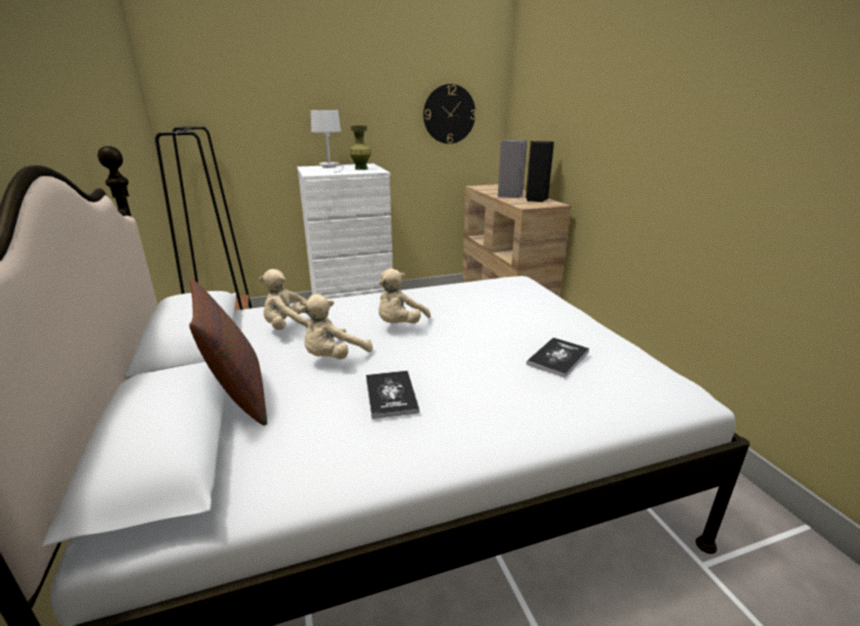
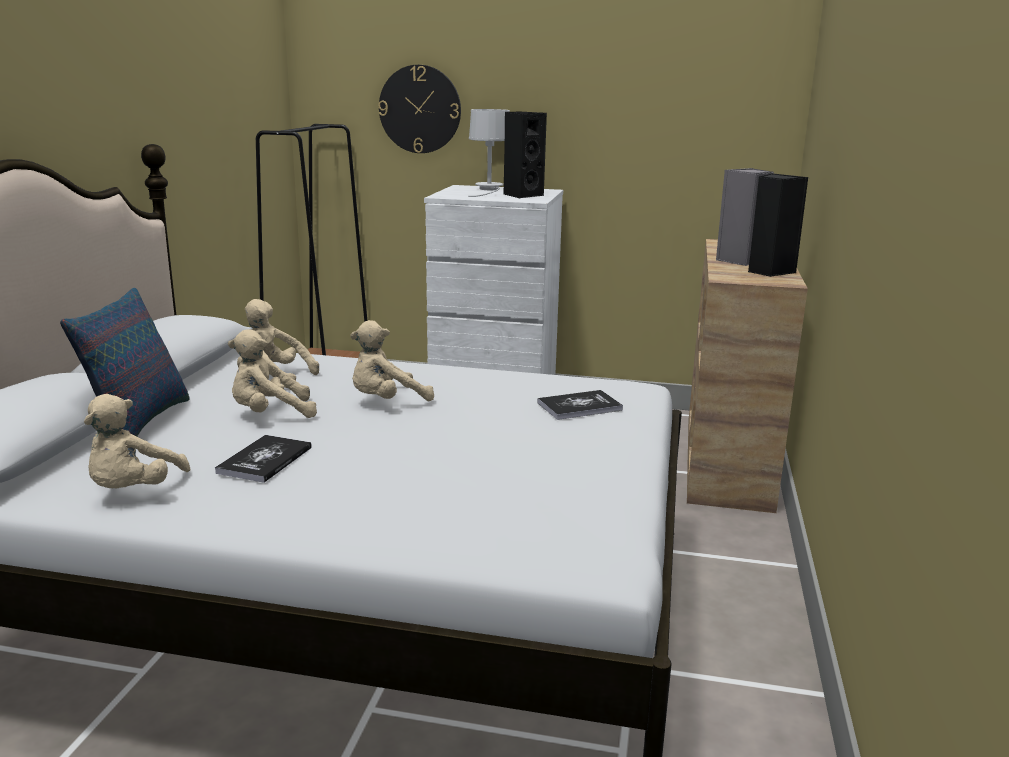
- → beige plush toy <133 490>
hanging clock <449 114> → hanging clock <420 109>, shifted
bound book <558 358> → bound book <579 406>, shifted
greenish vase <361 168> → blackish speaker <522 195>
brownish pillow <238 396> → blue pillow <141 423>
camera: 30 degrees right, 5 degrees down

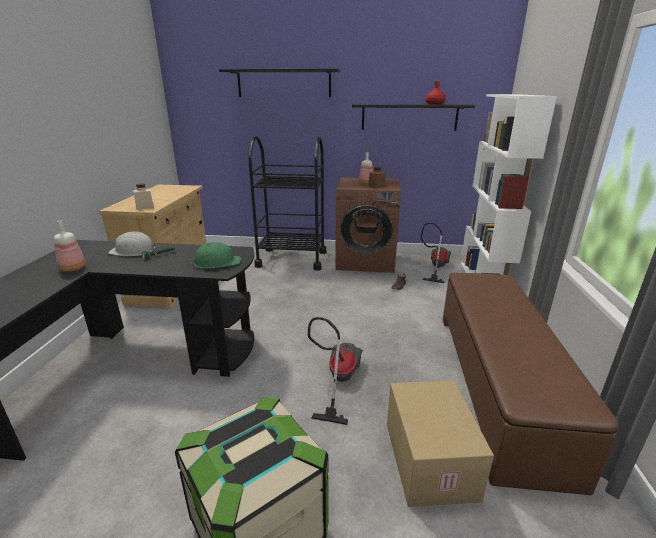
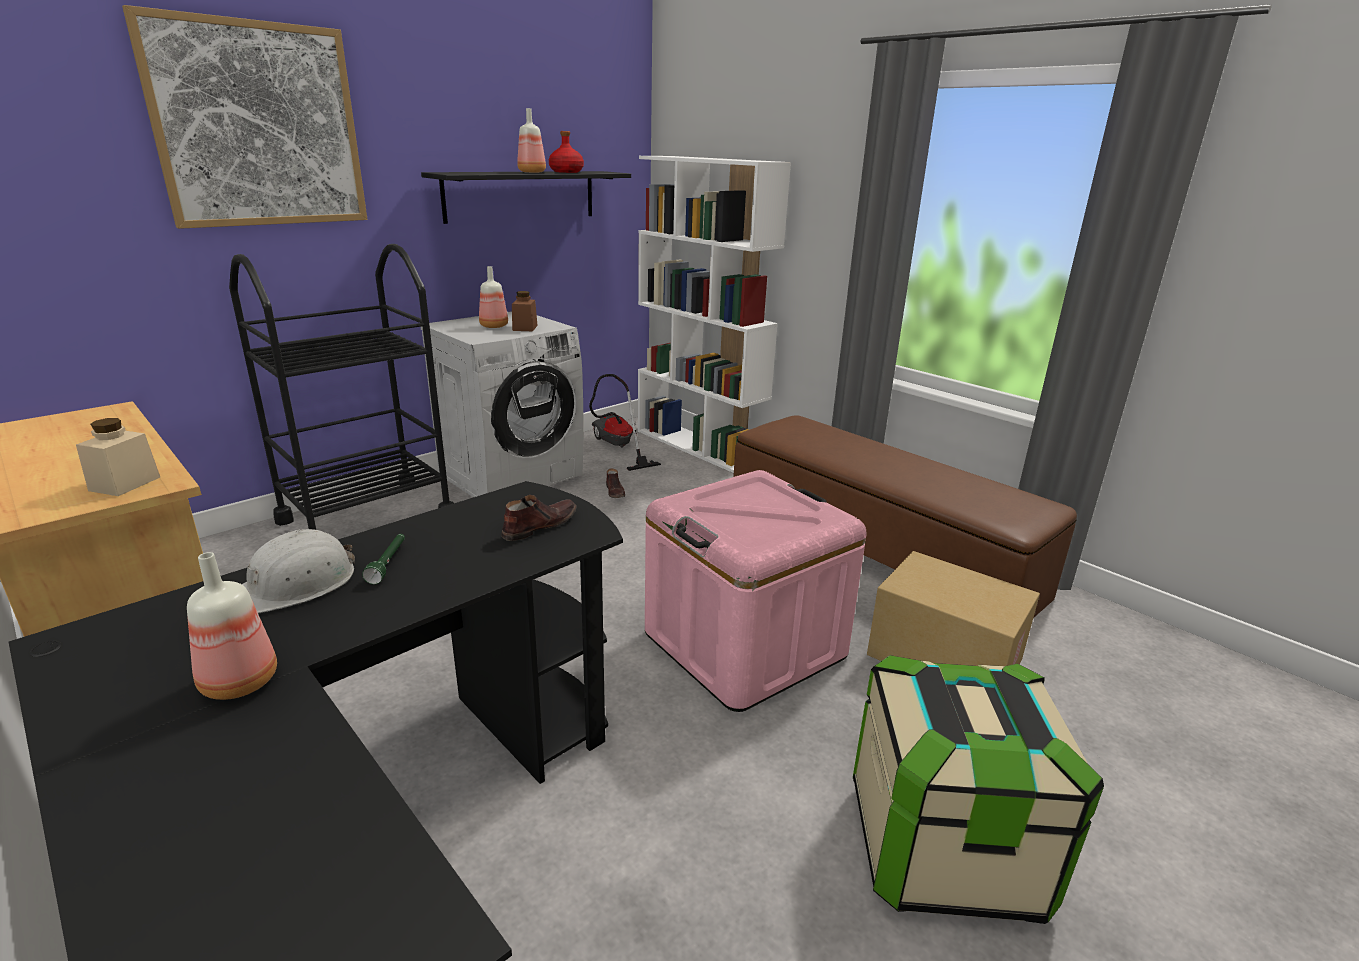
- → beverage bottle <531 172>
greenish hard hat <216 262> → brownish item of footwear <539 526>
blackish shelf <284 83> → wall art <258 126>
vacuum cleaner <337 380> → pink storage box <744 644>
brownish laundry machine <365 263> → white-coloured laundry machine <511 477>
camera: 50 degrees left, 0 degrees up

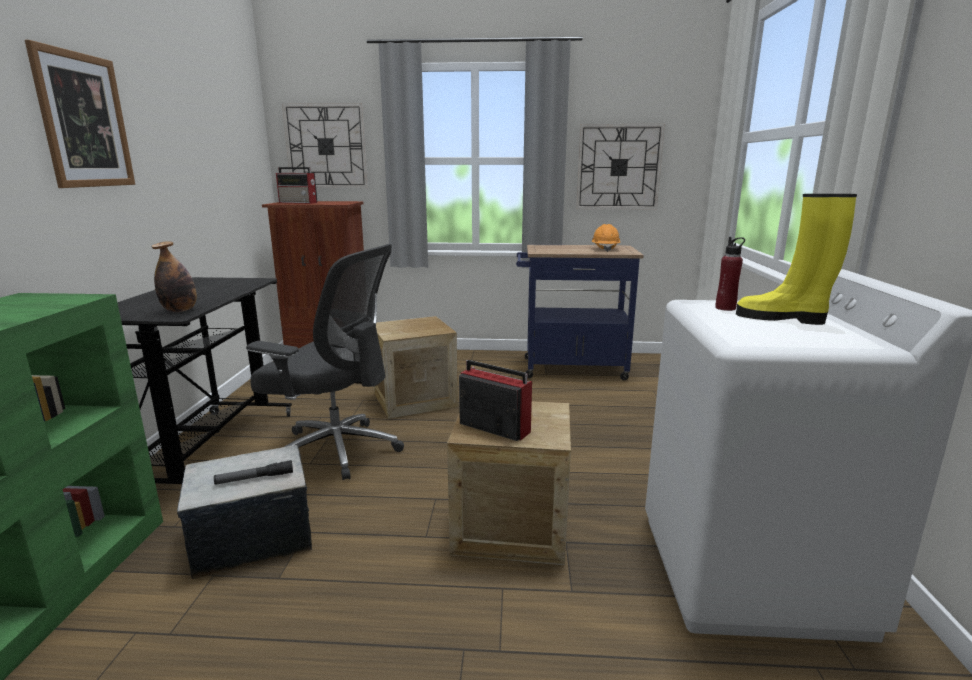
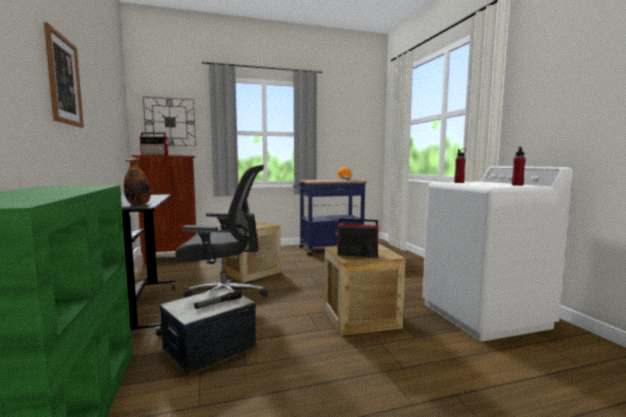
hanging clock <618 167> → -
yellow tall boot <782 318> → -
- → reddish beverage bottle <517 185>
camera: 20 degrees left, 10 degrees down

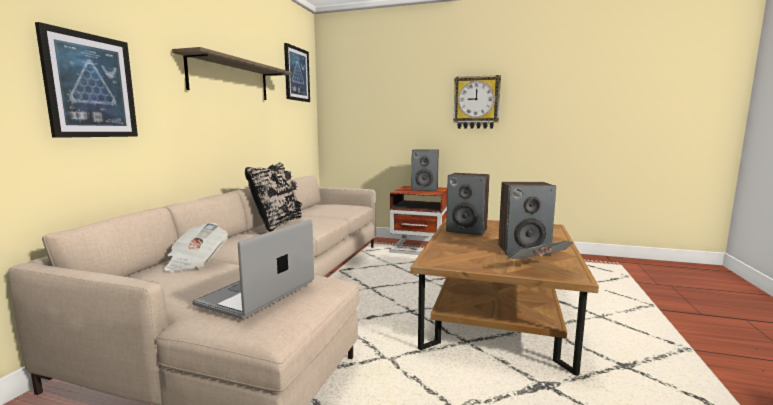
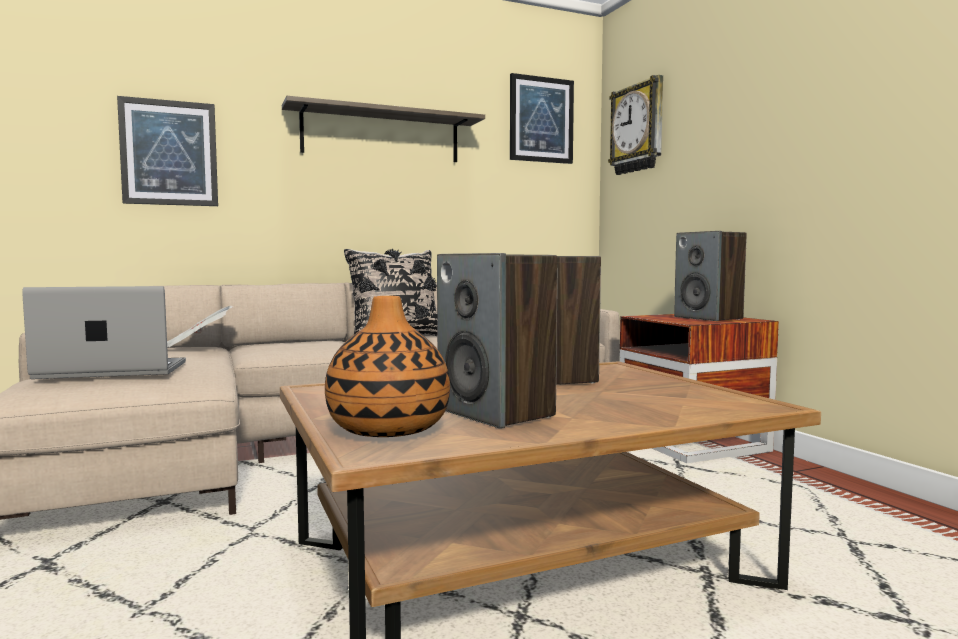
hanging clock <476 102> → hanging clock <638 128>, shifted
printed paper <537 267> → vase <389 428>
camera: 50 degrees right, 5 degrees down

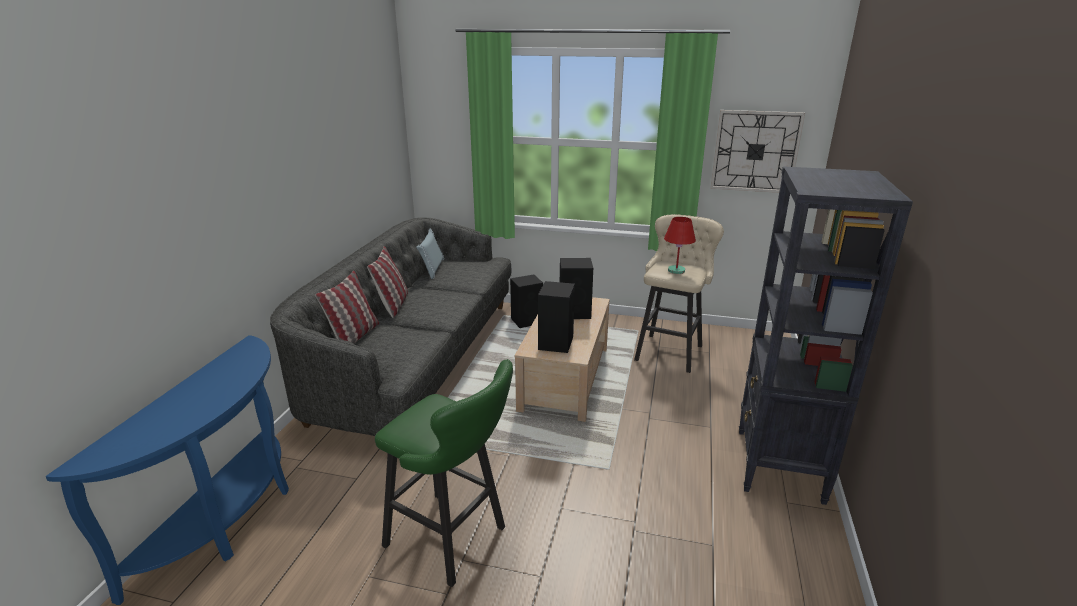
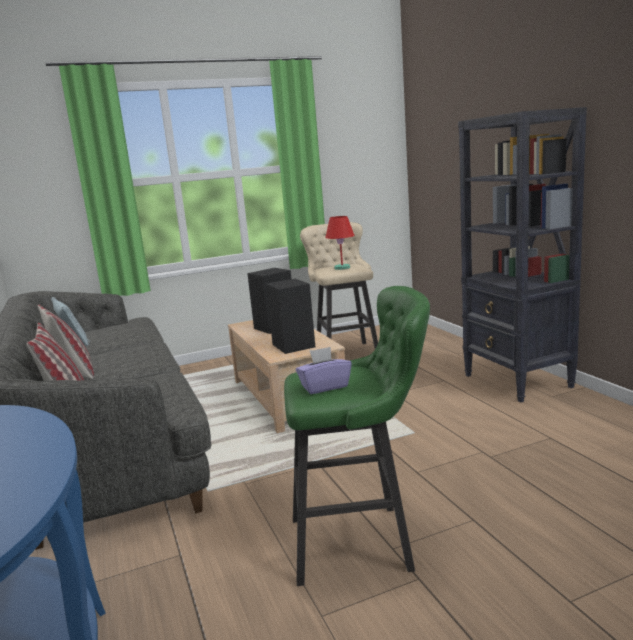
blackish speaker <527 321> → -
hanging clock <755 151> → -
- → purple tissue holder <324 386>
camera: 35 degrees left, 10 degrees down

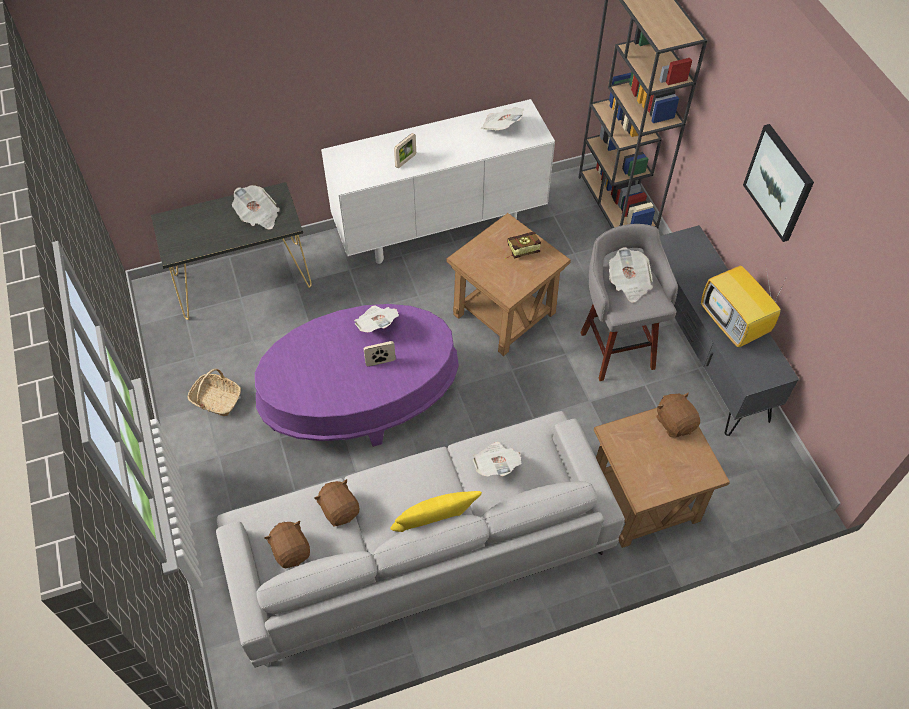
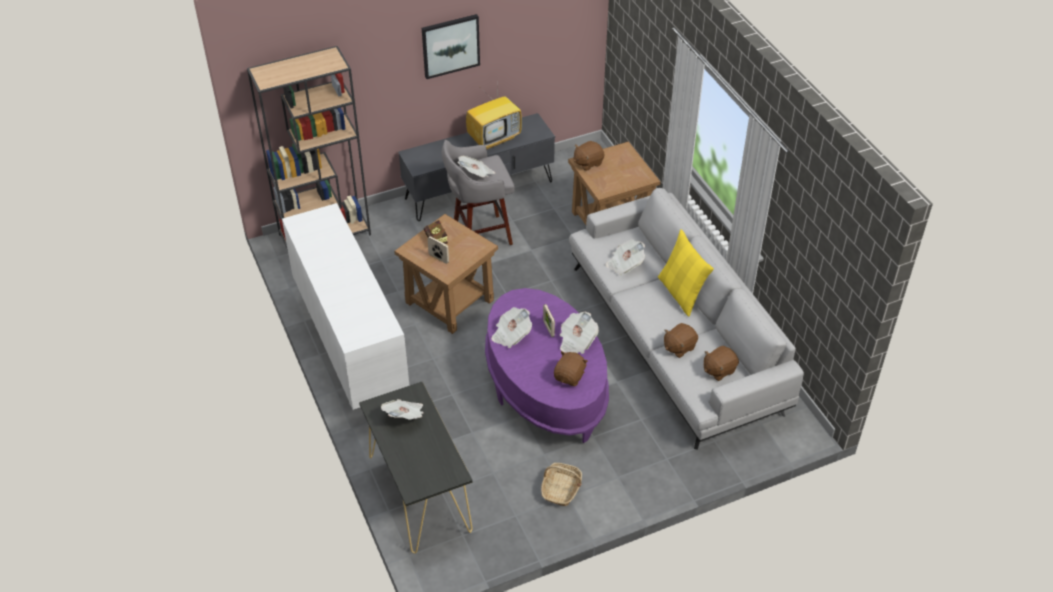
- → brownish plush toy <570 376>
photo frame <405 161> → photo frame <438 258>, shifted
printed paper <501 127> → printed paper <576 341>, shifted
camera: 95 degrees left, 10 degrees down

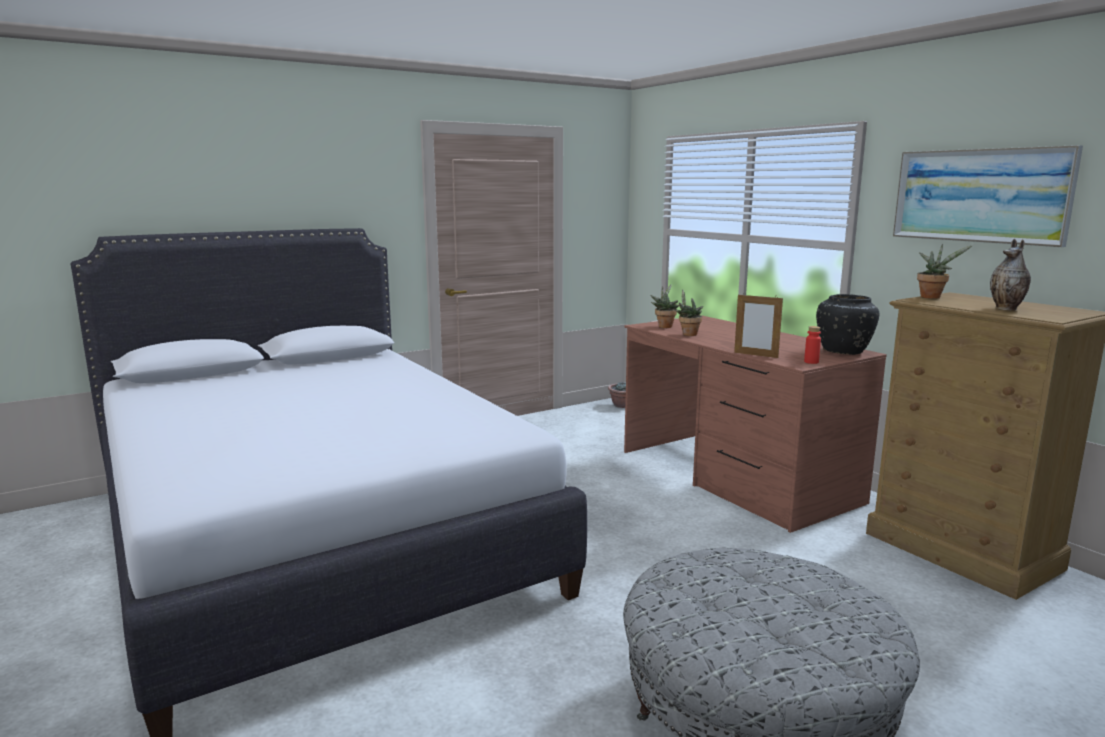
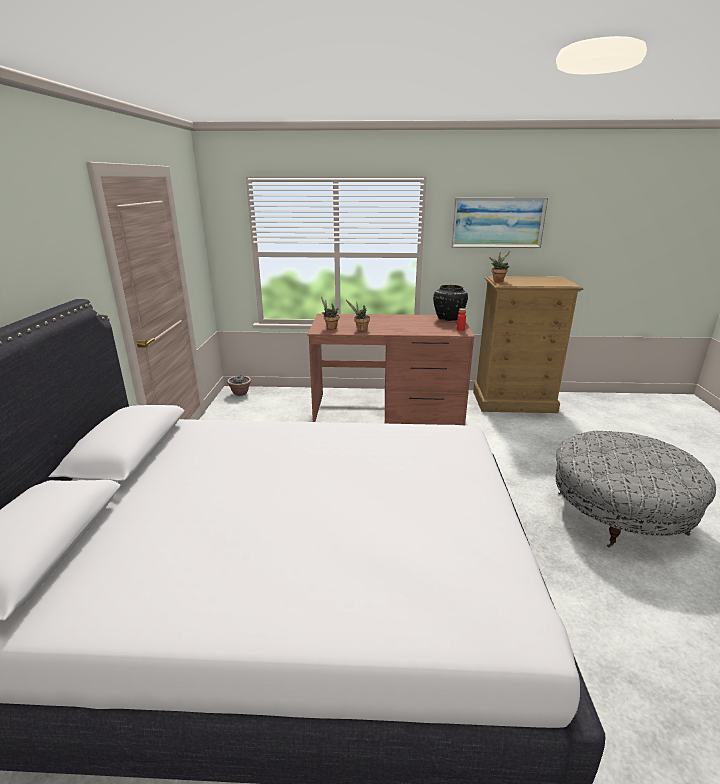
photo frame <756 355> → -
vase <1007 309> → -
camera: 55 degrees left, 10 degrees up

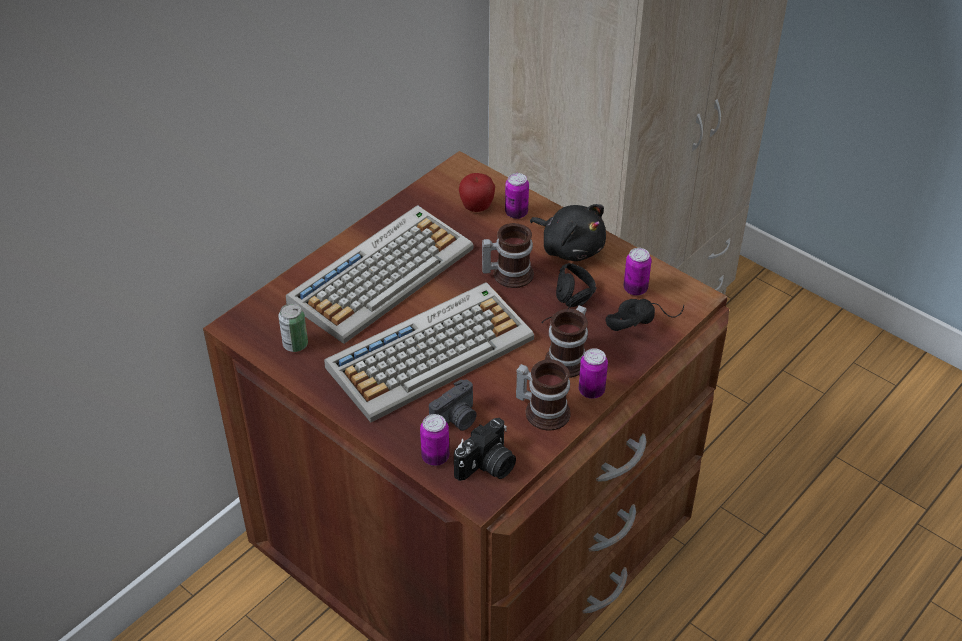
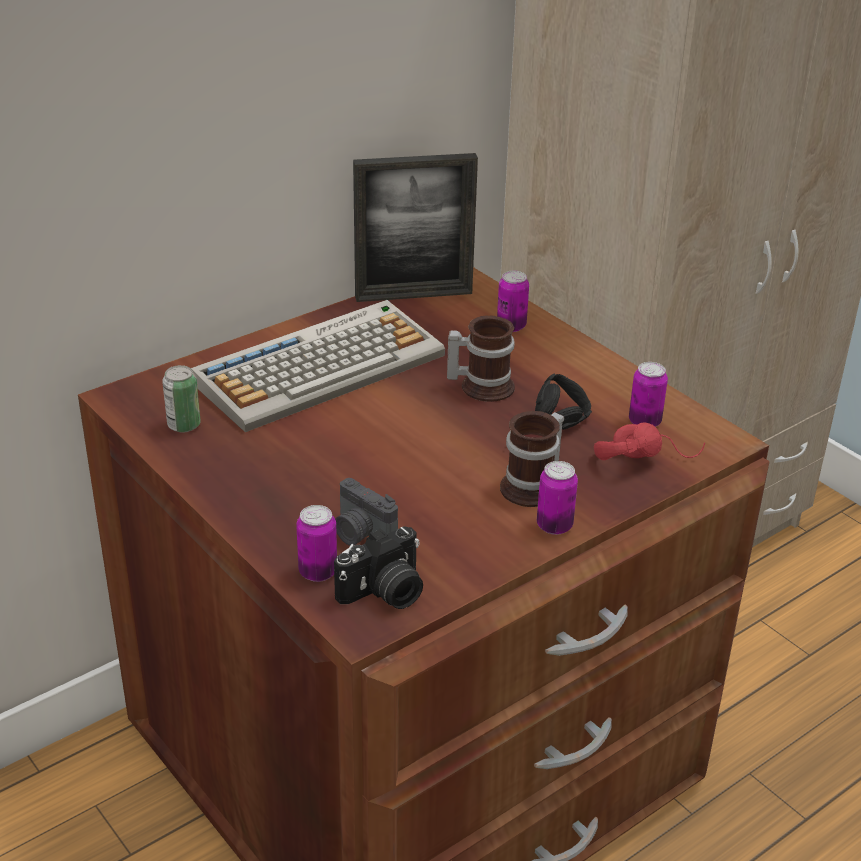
computer keyboard <431 351> → -
apple fruit <476 208> → -
tea mug <544 410> → -
blackish plush toy <570 247> → -
- → photo frame <413 295>
blackish headset <642 320> → reddish headset <644 456>
photo camera <456 420> → photo camera <361 533>, 75 degrees clockwise
camera: 10 degrees right, 10 degrees down

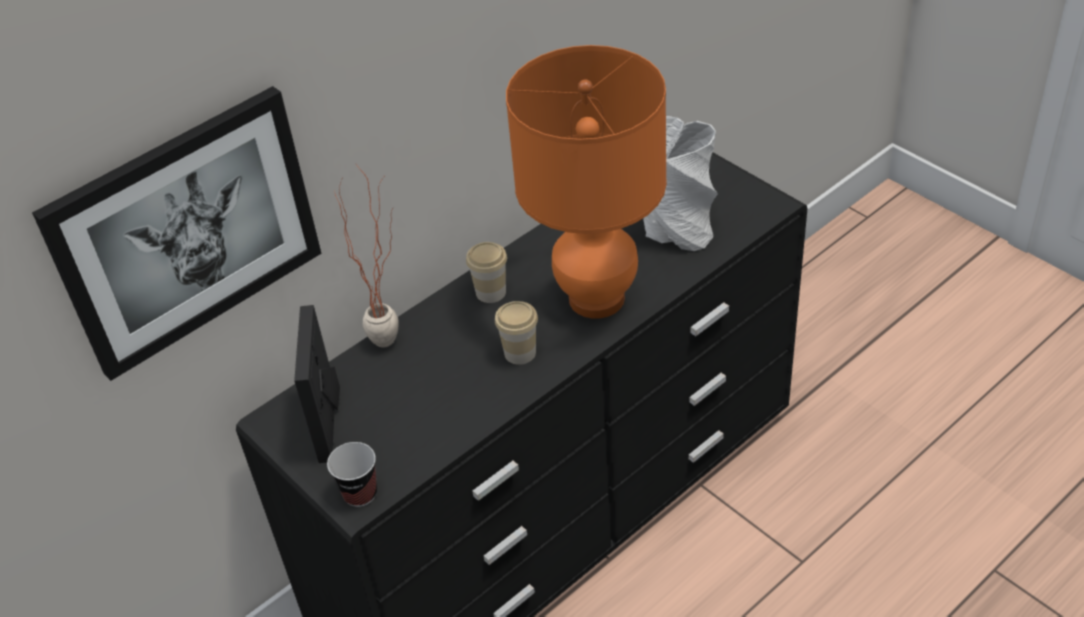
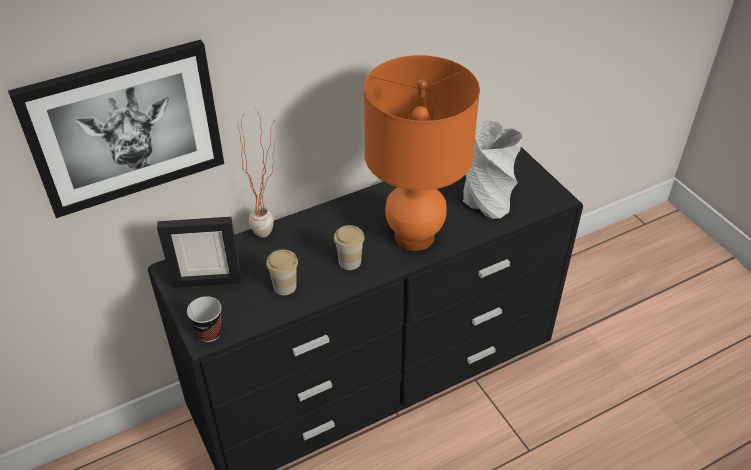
cup <491 292> → cup <284 286>, shifted
photo frame <329 424> → photo frame <207 281>, 105 degrees counterclockwise
camera: 10 degrees right, 0 degrees up

